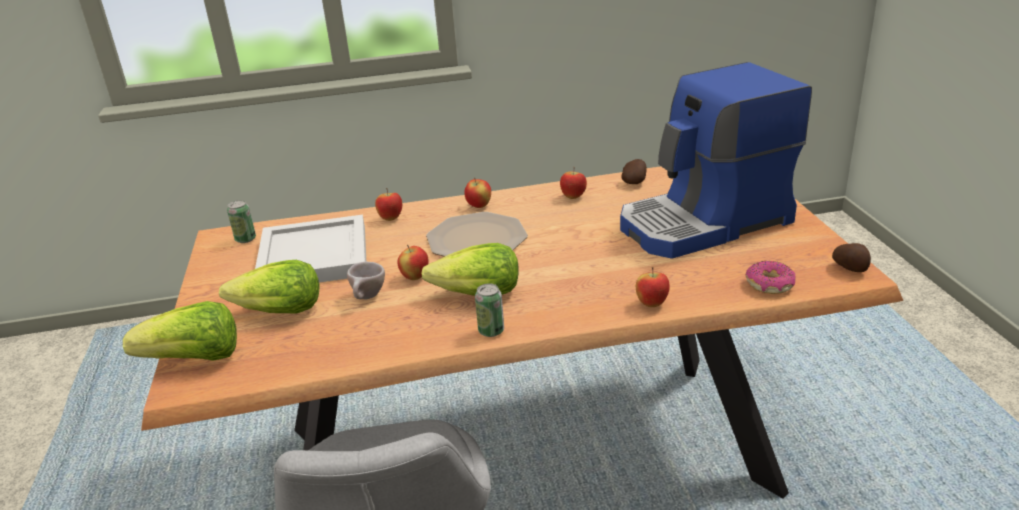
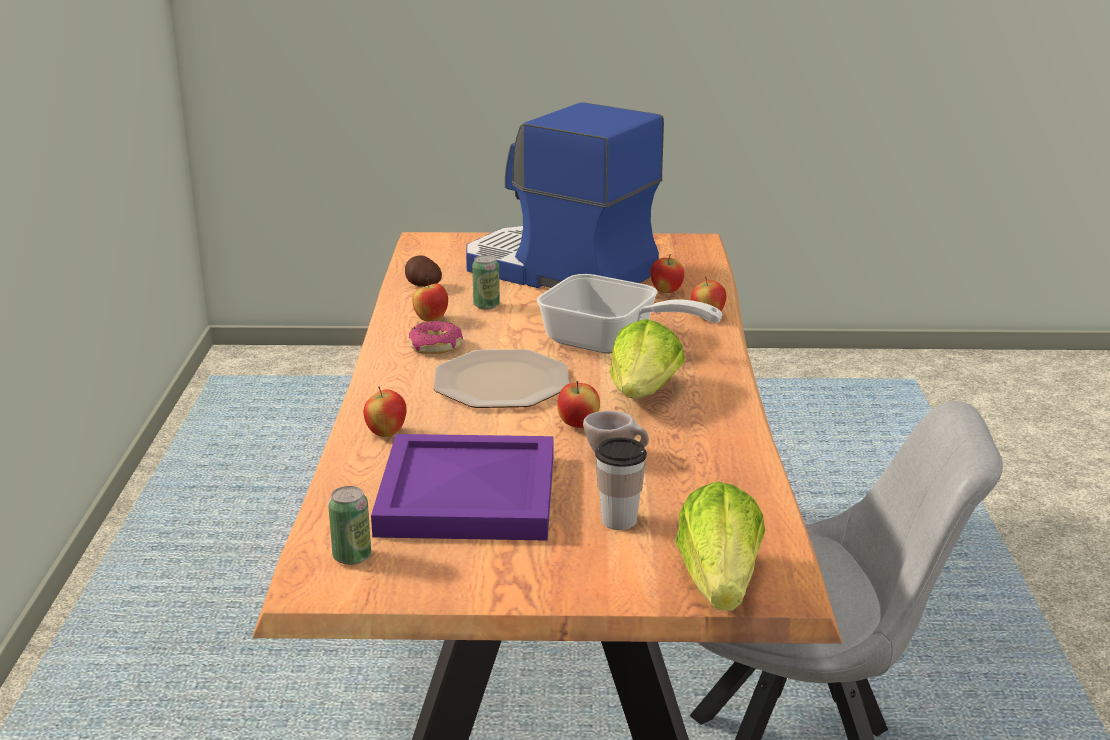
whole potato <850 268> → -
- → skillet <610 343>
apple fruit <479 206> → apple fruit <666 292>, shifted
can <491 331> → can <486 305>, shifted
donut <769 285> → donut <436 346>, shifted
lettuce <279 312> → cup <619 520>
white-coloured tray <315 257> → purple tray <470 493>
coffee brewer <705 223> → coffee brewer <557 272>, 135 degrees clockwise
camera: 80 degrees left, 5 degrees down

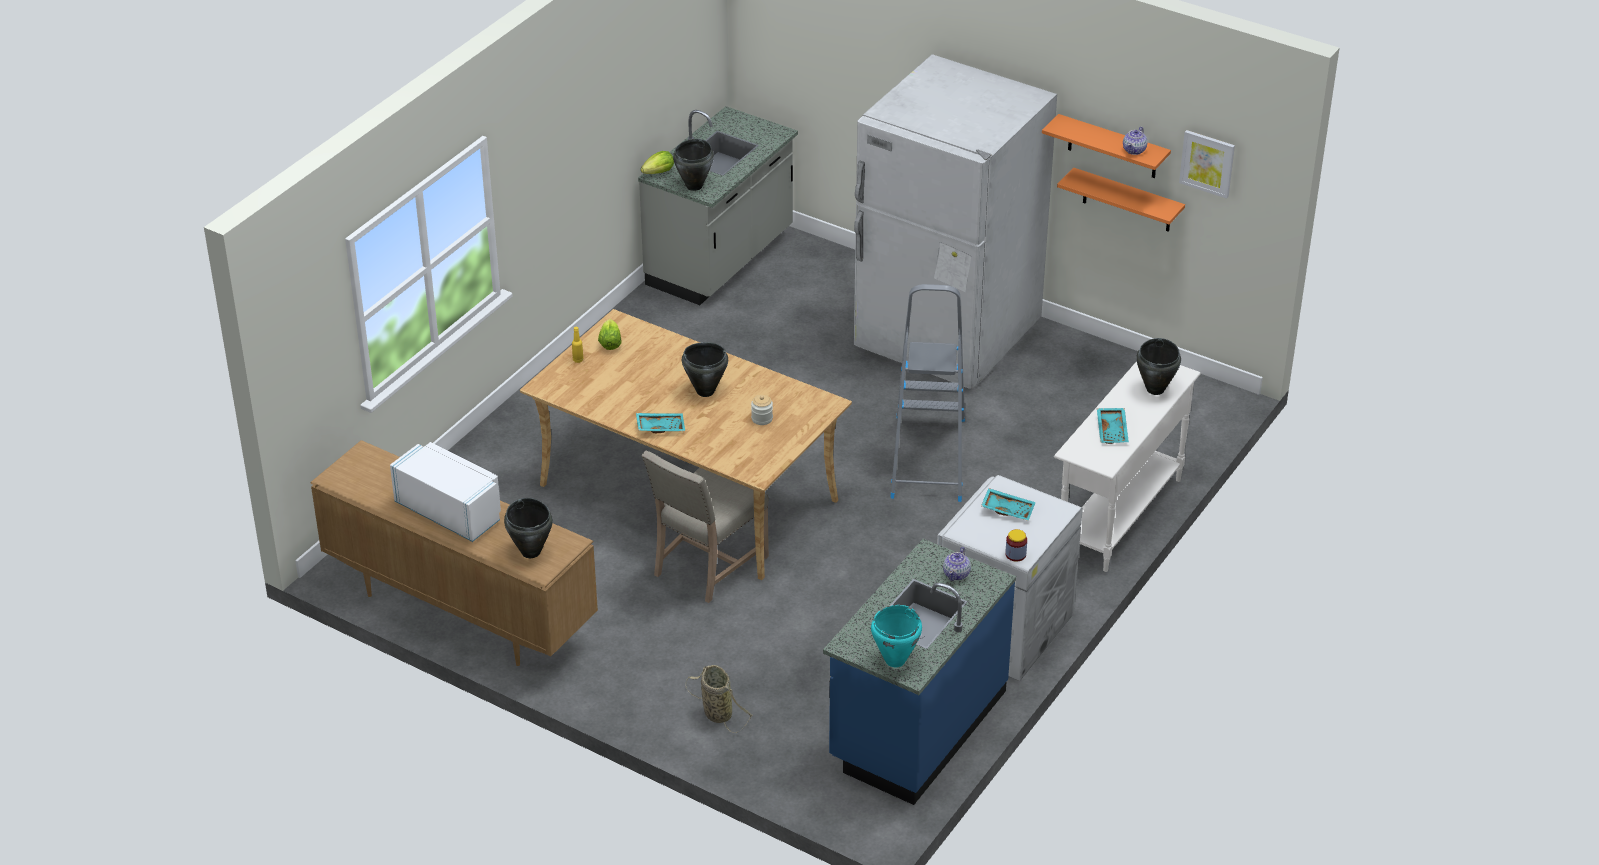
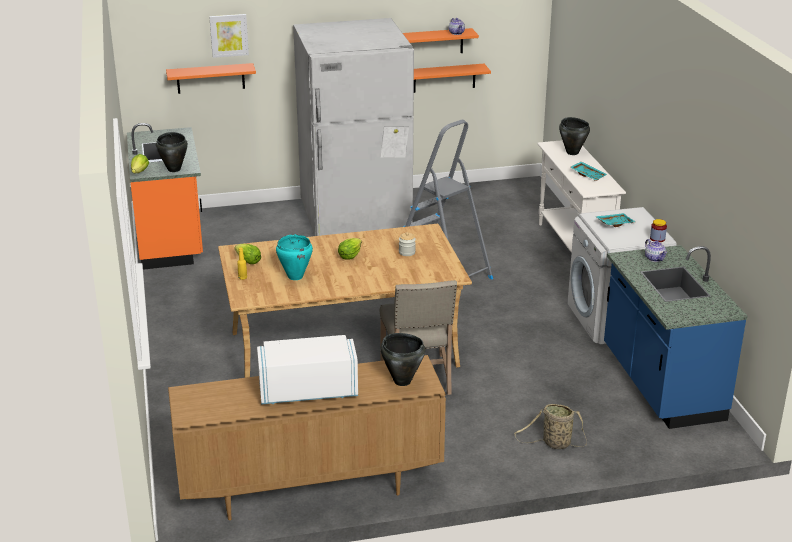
blue-green tray <660 427> → -
- → orange shelf <210 78>
blue-green saucepot <894 660> → blue-green saucepot <295 277>, shifted
wall art <1207 163> → wall art <229 35>, shifted
blackish saucepot <705 391> → lettuce <350 256>
greyish kitchen base unit <721 260> → orange kitchen base unit <171 239>
camera: 45 degrees left, 10 degrees down

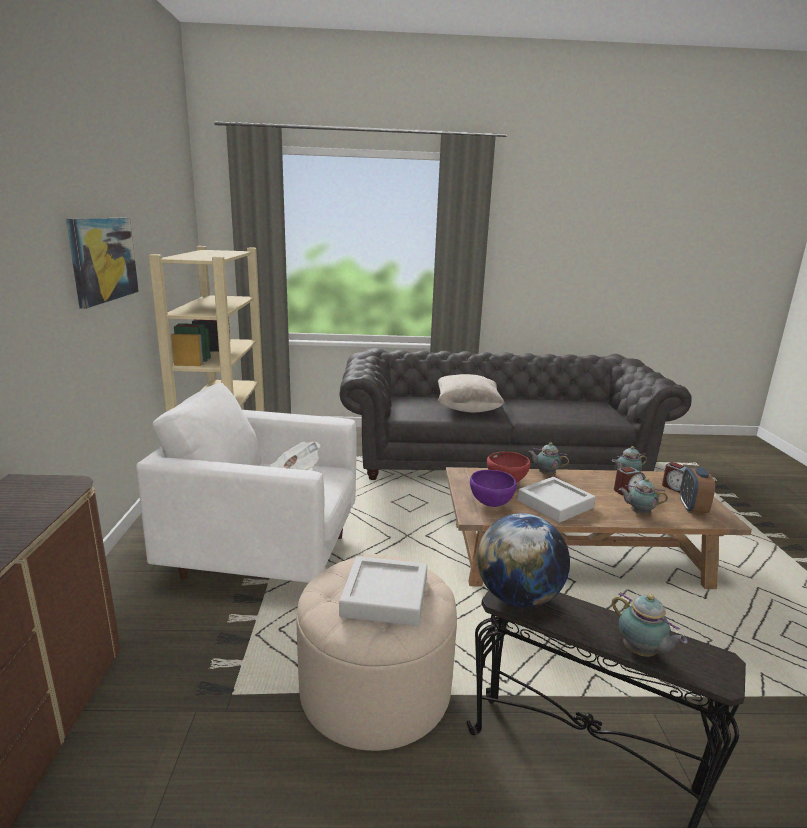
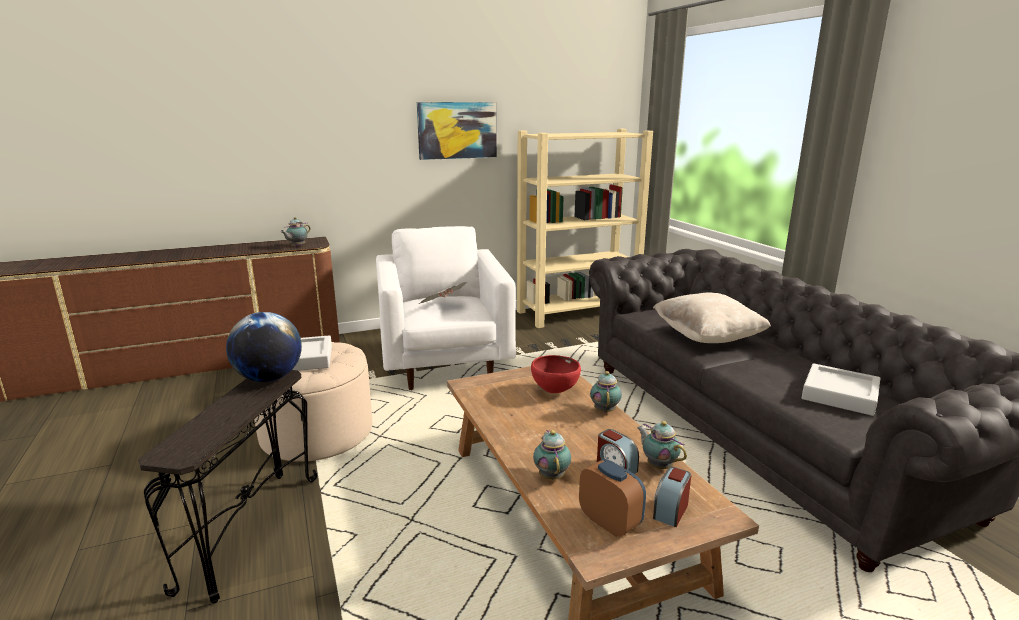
purple serving bowl <490 504> → -
greyish tray <555 504> → greyish tray <839 395>, shifted
tea pot <641 652> → tea pot <297 246>, shifted
table clock <692 508> → table clock <610 522>, 60 degrees clockwise
camera: 70 degrees right, 0 degrees up

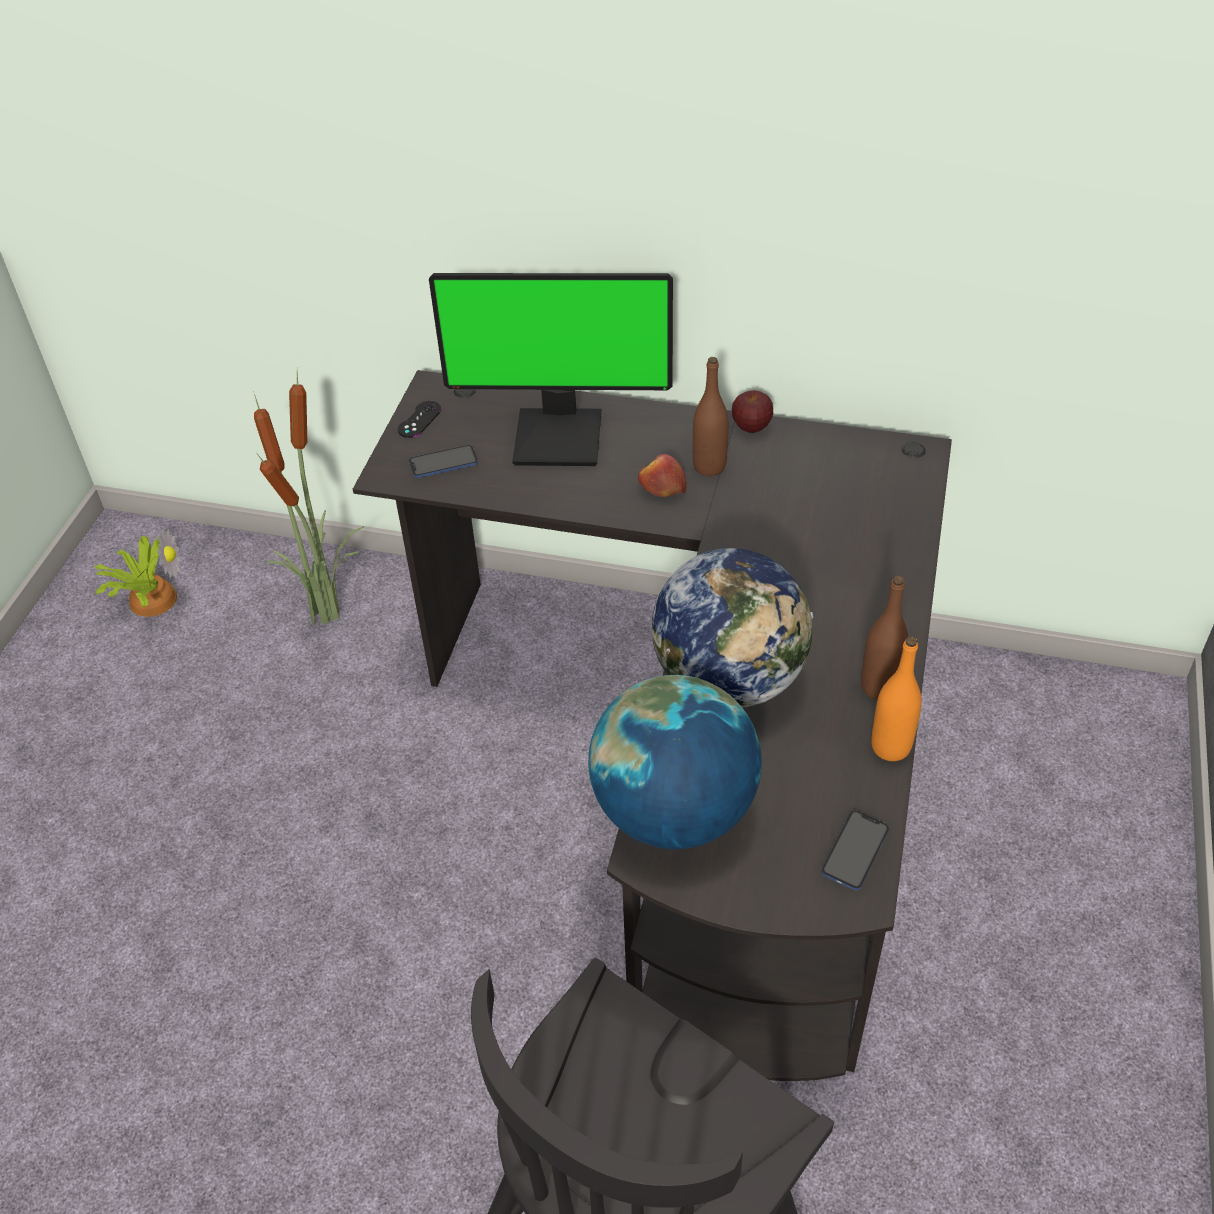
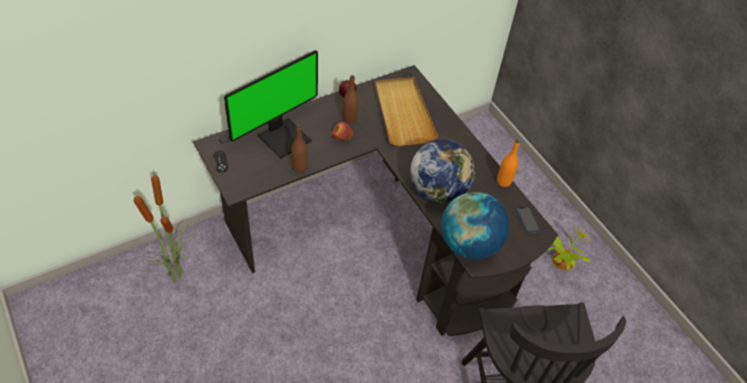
phone <443 463> → -
- → beige tray <403 113>
plant in a pot <151 598> → plant in a pot <561 260>, shifted
brownish beverage bottle <879 687> → brownish beverage bottle <299 167>, shifted
camera: 50 degrees left, 5 degrees up

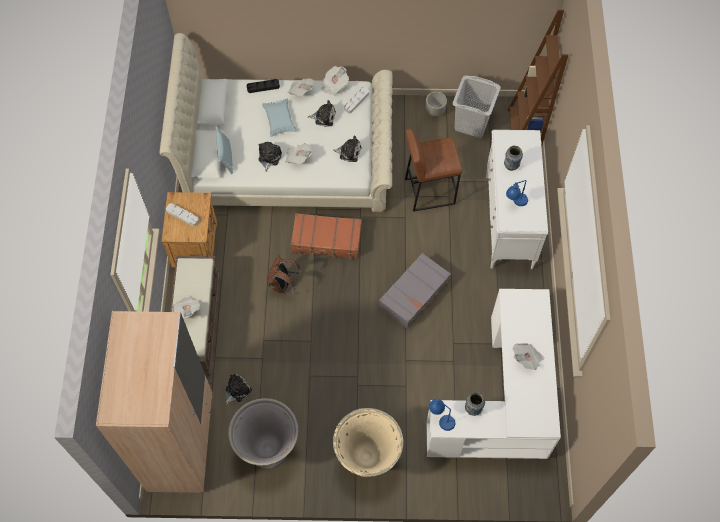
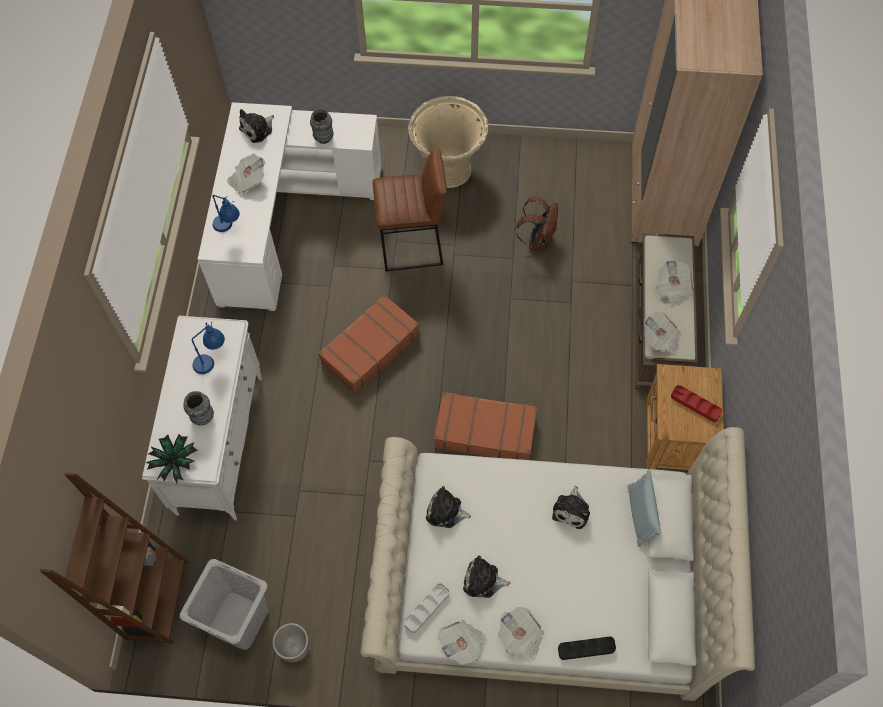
greyish planter <268 448> → -
blue pillow <279 119> → -
- → plant in a pot <175 462>
plush toy <237 390> → plush toy <258 129>, shifted
brownish knapsack <283 284> → brownish knapsack <538 240>, shifted
printed paper <298 157> → printed paper <661 339>, shifted
brownish stool <428 191> → brownish stool <412 246>, shifted
blue tabletop lamp <440 419> → blue tabletop lamp <229 228>, shifted
greyish tray <182 215> → reddish tray <695 404>
greyish piece of luggage <415 294> → brownish piece of luggage <369 349>
camera: 175 degrees left, 0 degrees up

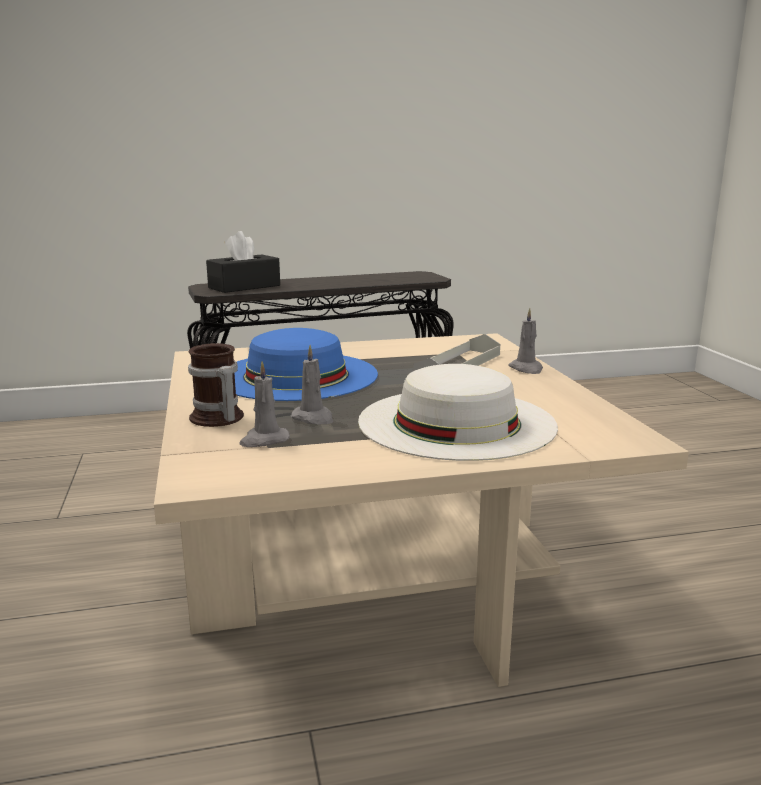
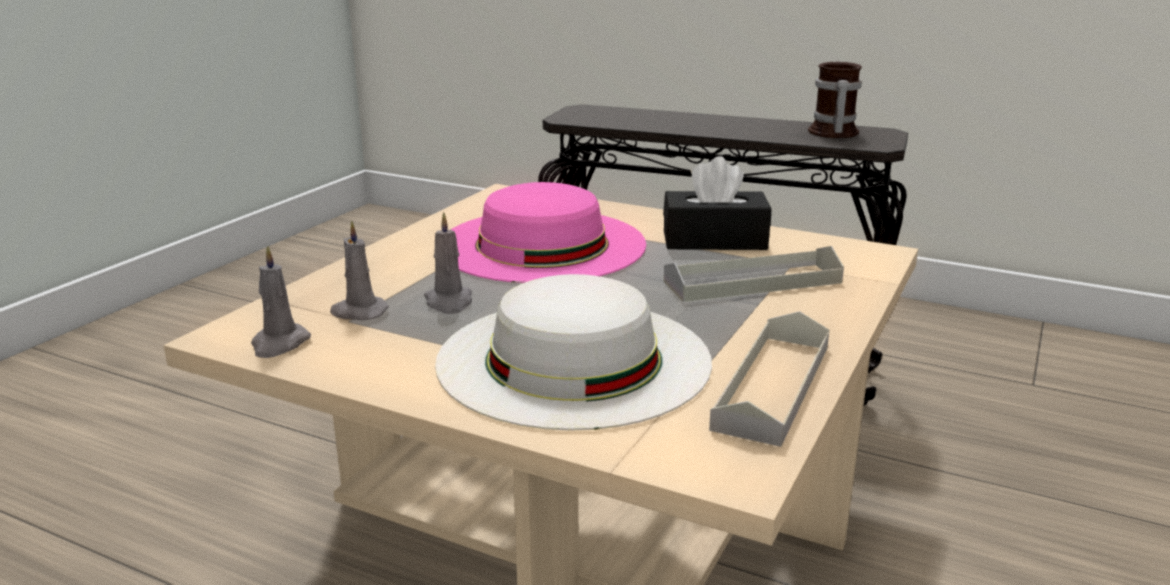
- → greyish tray <773 386>
tea mug <216 419> → tea mug <831 133>, shifted
blackish tissue holder <244 286> → blackish tissue holder <714 240>, shifted
greyish candle <526 369> → greyish candle <279 344>, shifted
blue clothing hat <296 375> → pink clothing hat <542 244>
camera: 40 degrees right, 5 degrees up

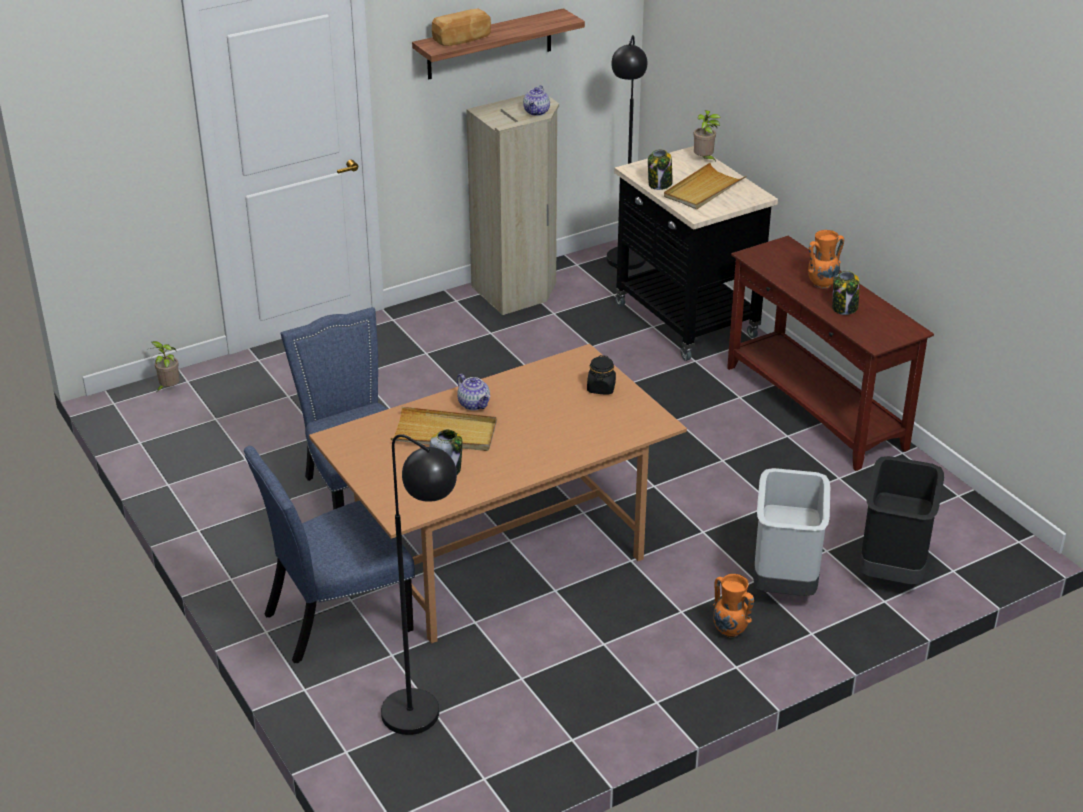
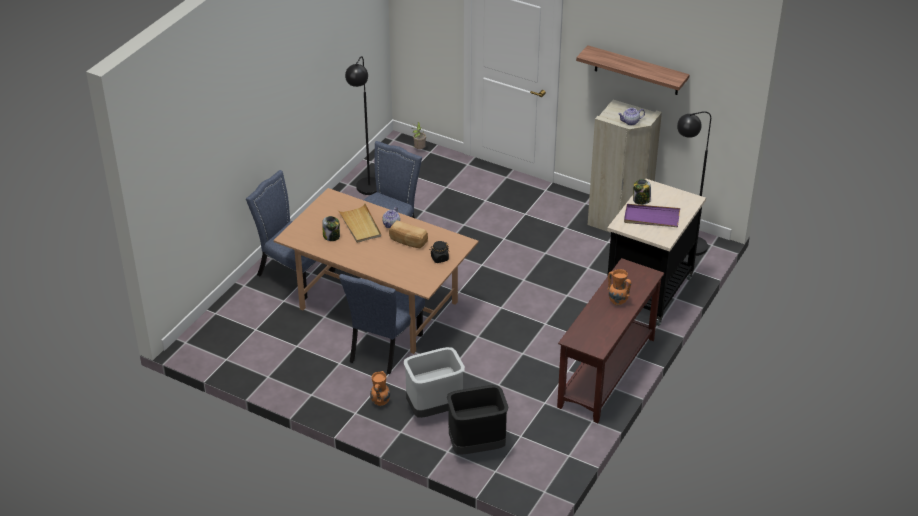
plant in a pot <704 160> → -
jar <844 308> → -
- → blue chair <384 346>
blackish floor lamp <423 723> → blackish floor lamp <367 192>, shifted
bread <462 40> → bread <408 241>, shifted
beige tray <703 190> → purple tray <651 218>
camera: 60 degrees right, 5 degrees up

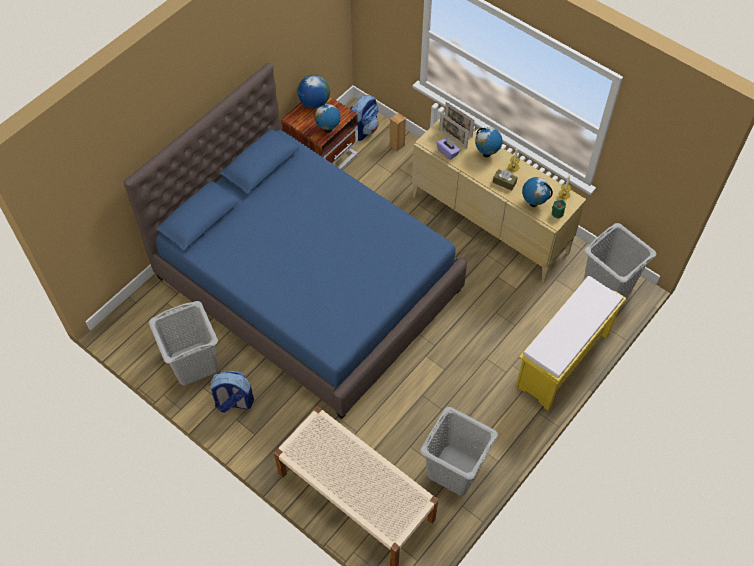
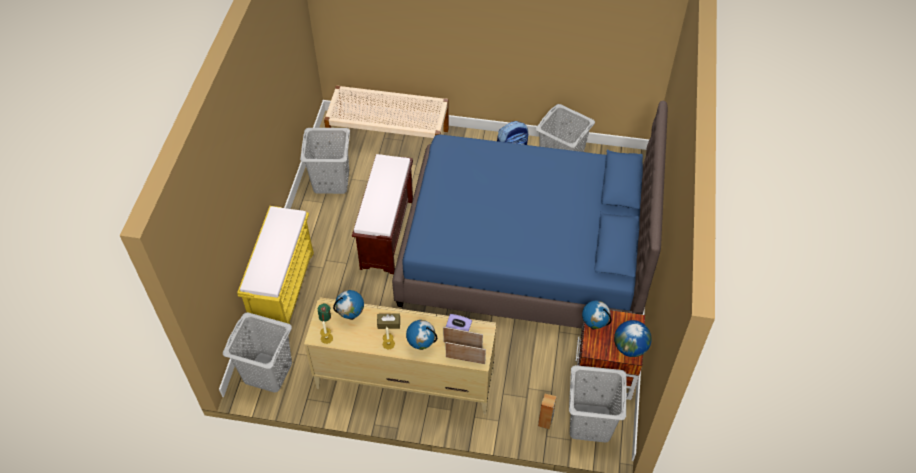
- → brownish bench <387 234>
knapsack <363 129> → greyish laundry basket <590 423>
camera: 150 degrees right, 5 degrees down

